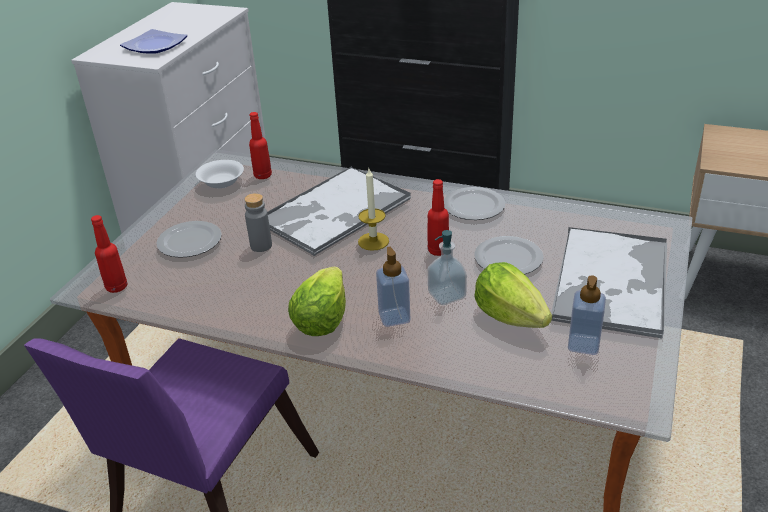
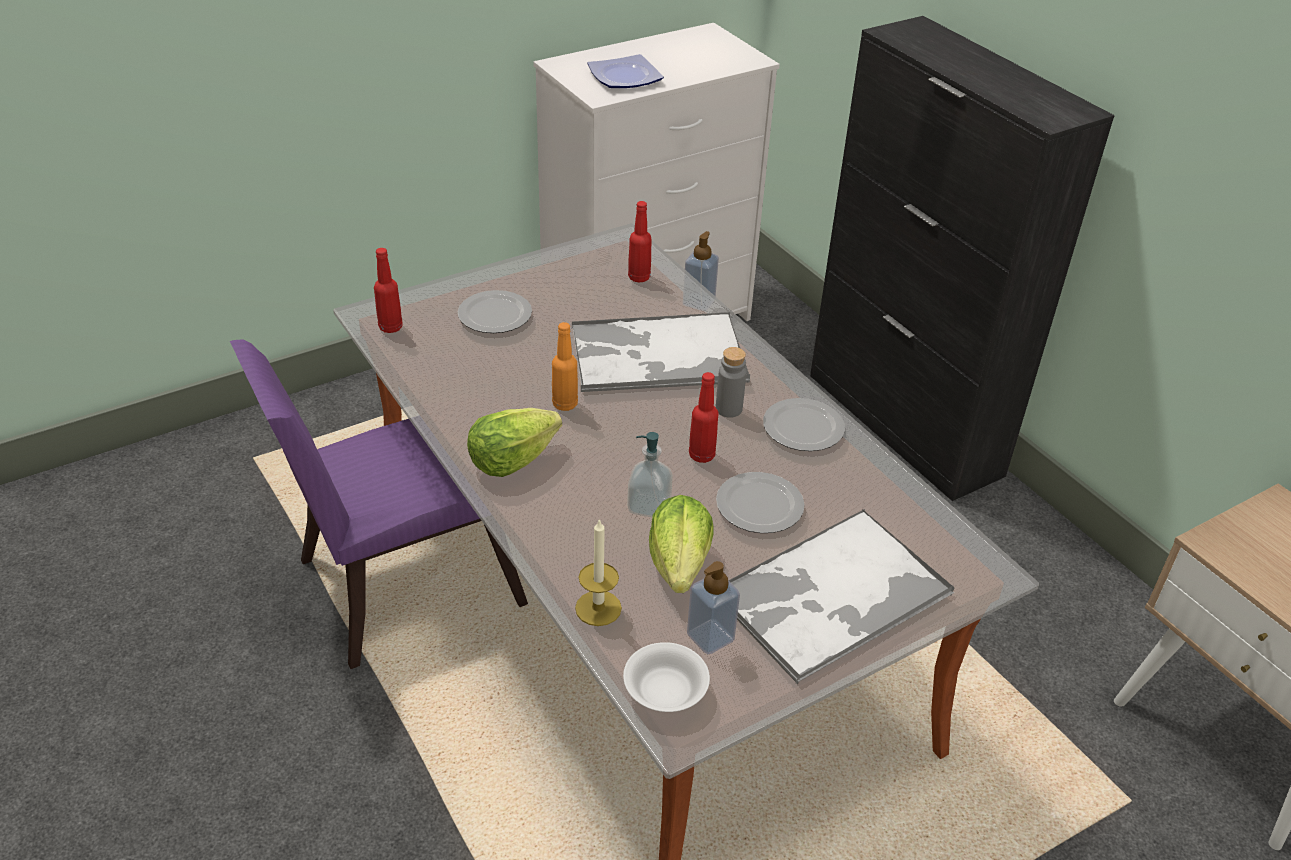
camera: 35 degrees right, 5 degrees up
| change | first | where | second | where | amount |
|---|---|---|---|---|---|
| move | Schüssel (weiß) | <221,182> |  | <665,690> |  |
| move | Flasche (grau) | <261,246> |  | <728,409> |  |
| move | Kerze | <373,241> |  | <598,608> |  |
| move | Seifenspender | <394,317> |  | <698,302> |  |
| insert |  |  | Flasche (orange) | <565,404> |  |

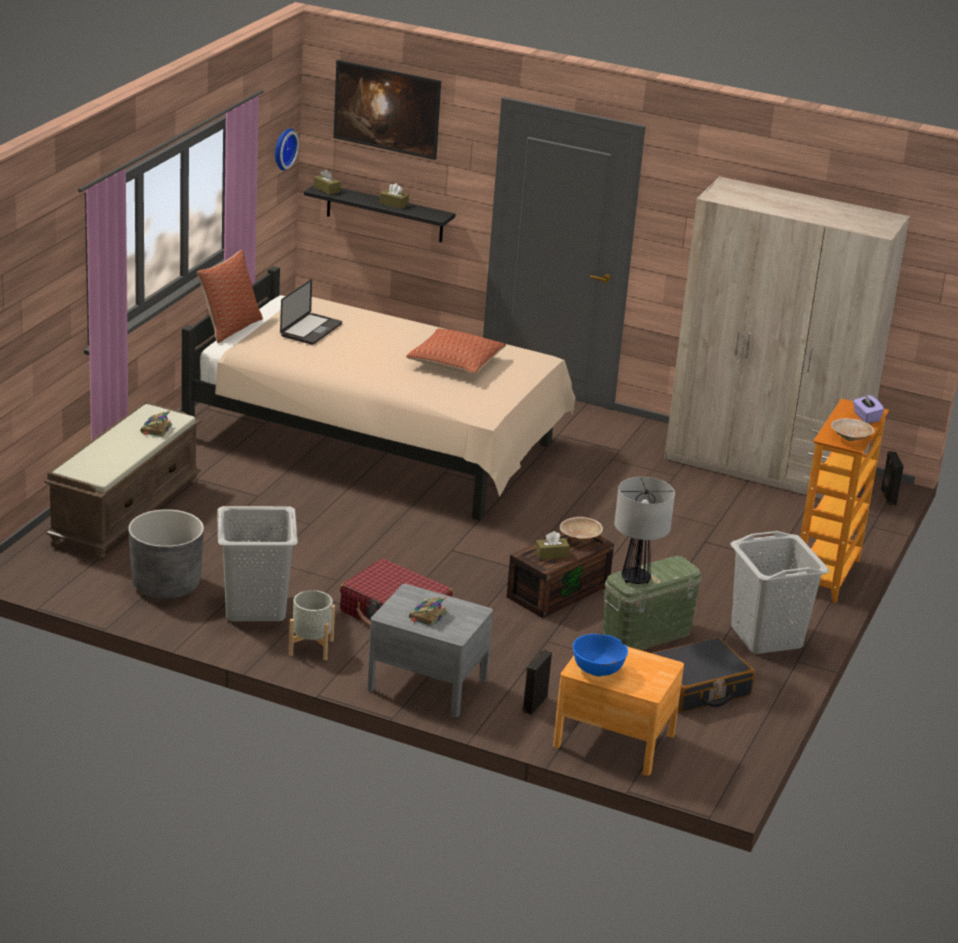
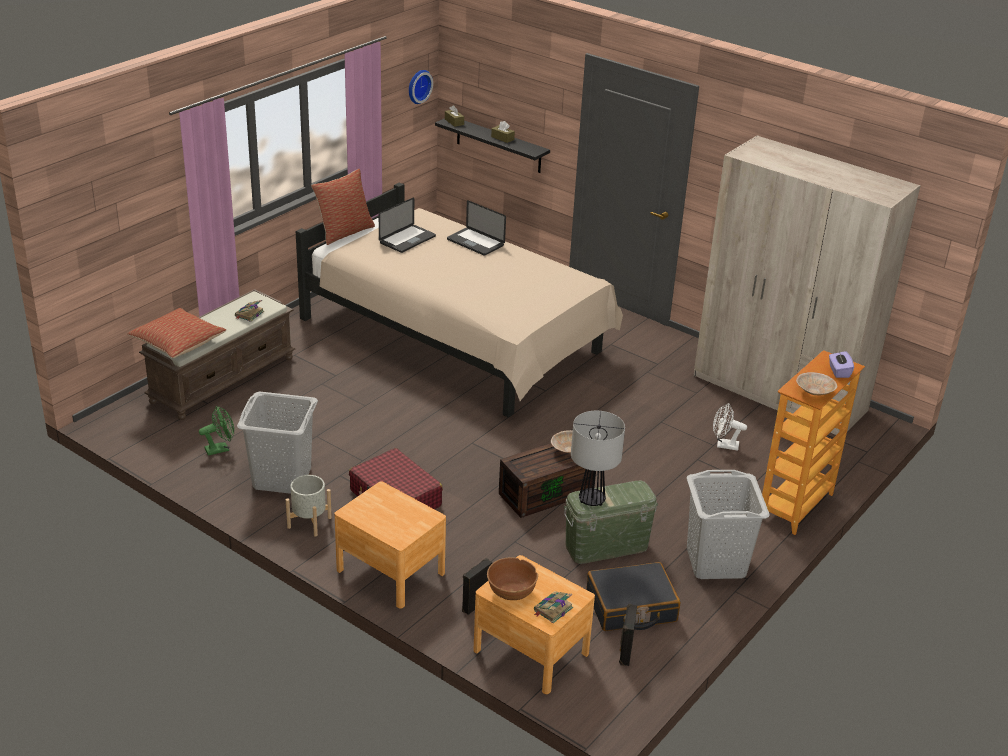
camera: 15 degrees right, 5 degrees up
| change | first | where | second | where | amount |
|---|---|---|---|---|---|
| replace | Pflanzkübel (grau) | <166,585> | Ventilator (grün) | <220,449> |  |
| delete | Bild | <386,128> |  |  |  |
| recolor | Nachttisch (grau) | <427,684> | Nachttisch (braun) | <390,571> |  |
| move | Kissen | <455,363> |  | <178,342> |  |
| move | Buch | <427,616> |  | <552,610> |  |
| delete | Taschentuchbox (braun) | <551,554> |  |  |  |
| recolor | Schüssel (blau) | <597,669> | Schüssel (braun) | <511,591> |  |
| move | Lautsprecher (schwarz) | <887,497> |  | <625,653> |  |
| insert |  |  | Laptop | <475,242> |  |
| insert |  |  | Ventilator (weiß) | <723,445> |  |

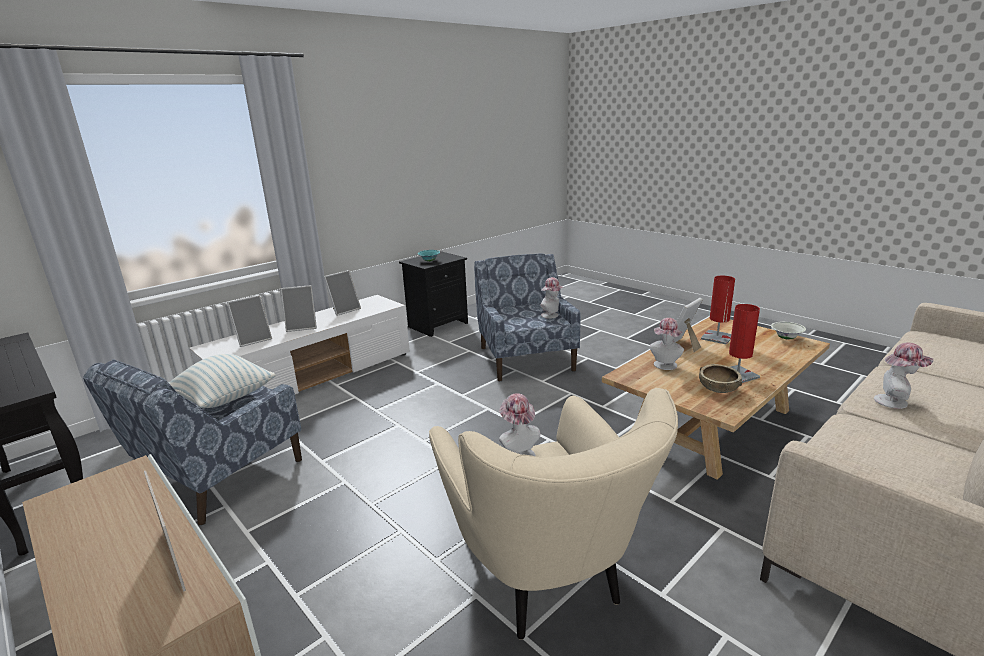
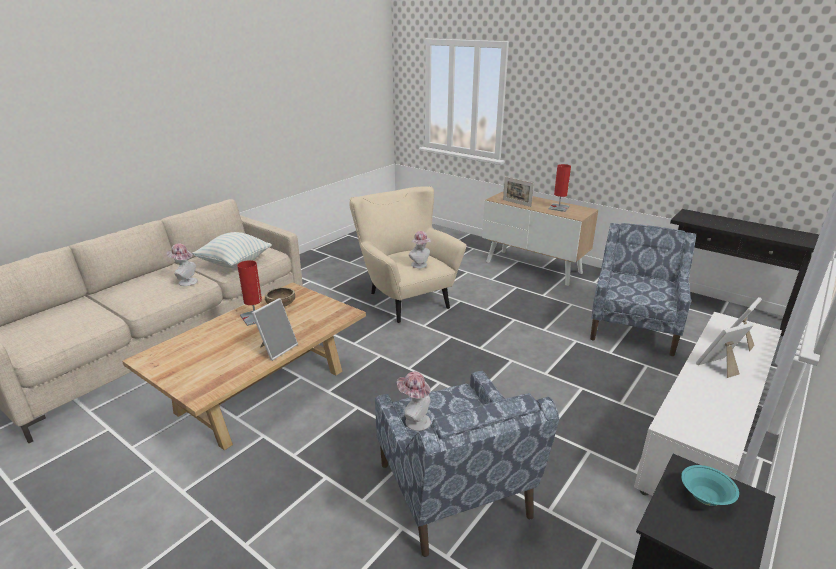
camera: 170 degrees right, 5 degrees up
| change | first | where | second | where | amount |
|---|---|---|---|---|---|
| move | Kissen | <225,399> |  | <235,263> |  |
| delete | Bilderrahmen | <344,310> |  |  |  |
| delete | Hut | <665,366> |  |  |  |
| move | Tischlampe (rot) | <717,337> |  | <559,208> |  |
| delete | Schüssel (weiß) | <786,338> |  |  |  |

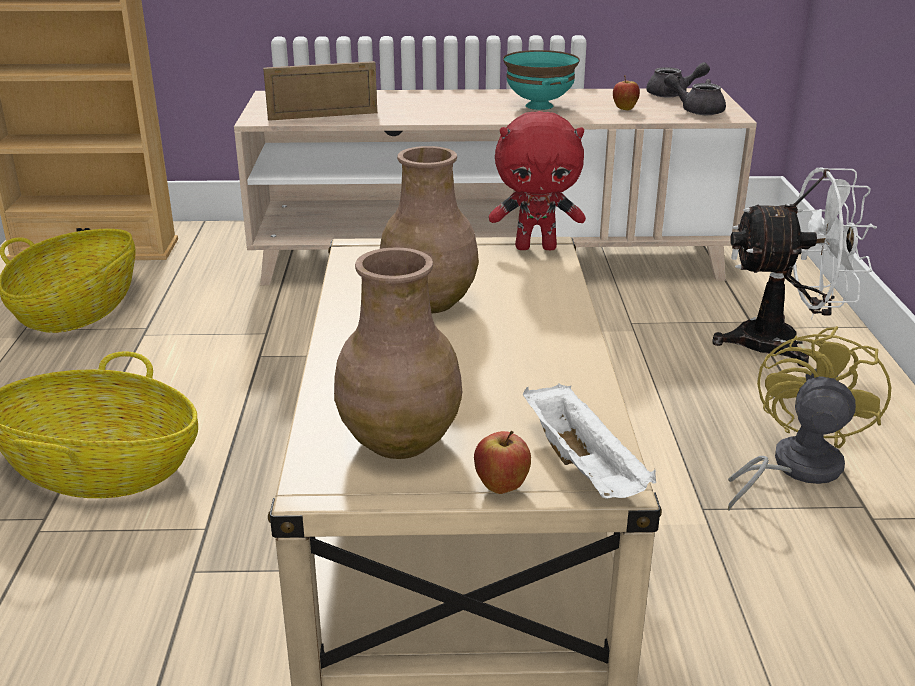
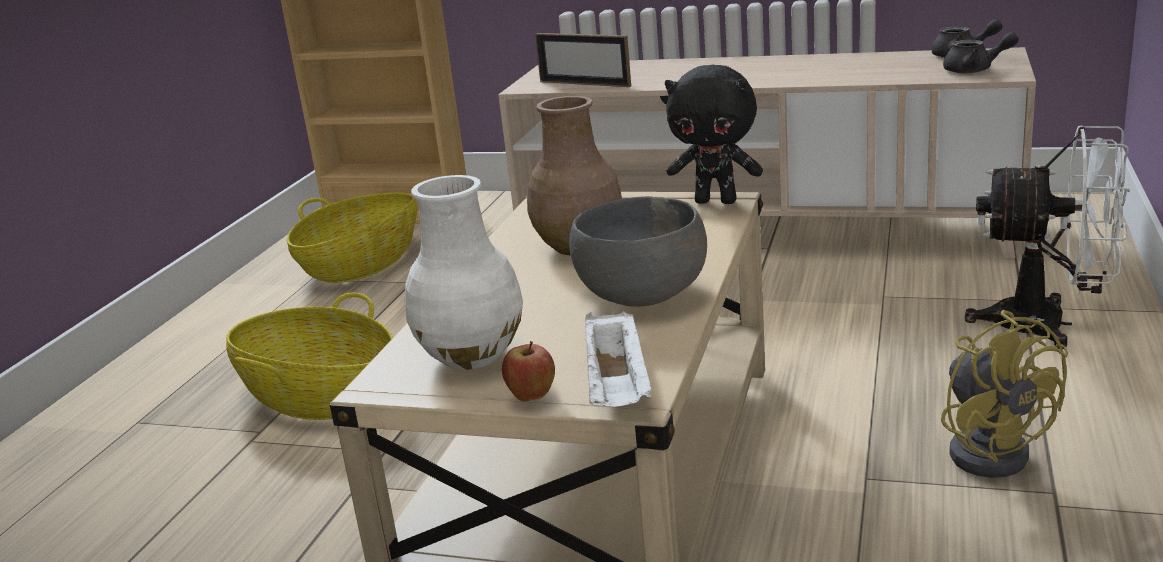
camera: 20 degrees right, 5 degrees down
| change | first | where | second | where | amount |
|---|---|---|---|---|---|
| rotate | Bilderrahmen | <323,116> |  | <584,84> | 150 degrees counterclockwise |
| recolor | Vase (braun) | <400,440> | Vase (weiß) | <472,355> |  |
| recolor | Plüschtier (rot) | <536,247> | Plüschtier (schwarz) | <716,201> |  |
| delete | Schüssel (türkis) | <540,106> |  |  |  |
| delete | Apfel | <624,109> |  |  |  |
| rotate | Teekanne (grau) | <696,110> |  | <975,70> | 150 degrees clockwise |
| rotate | Ventilator (gelb) | <794,468> |  | <991,449> | 120 degrees clockwise |
| insert |  |  | Schüssel (grau) | <643,293> |  |

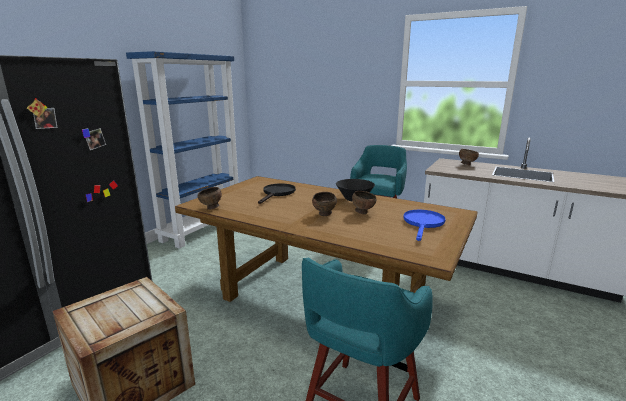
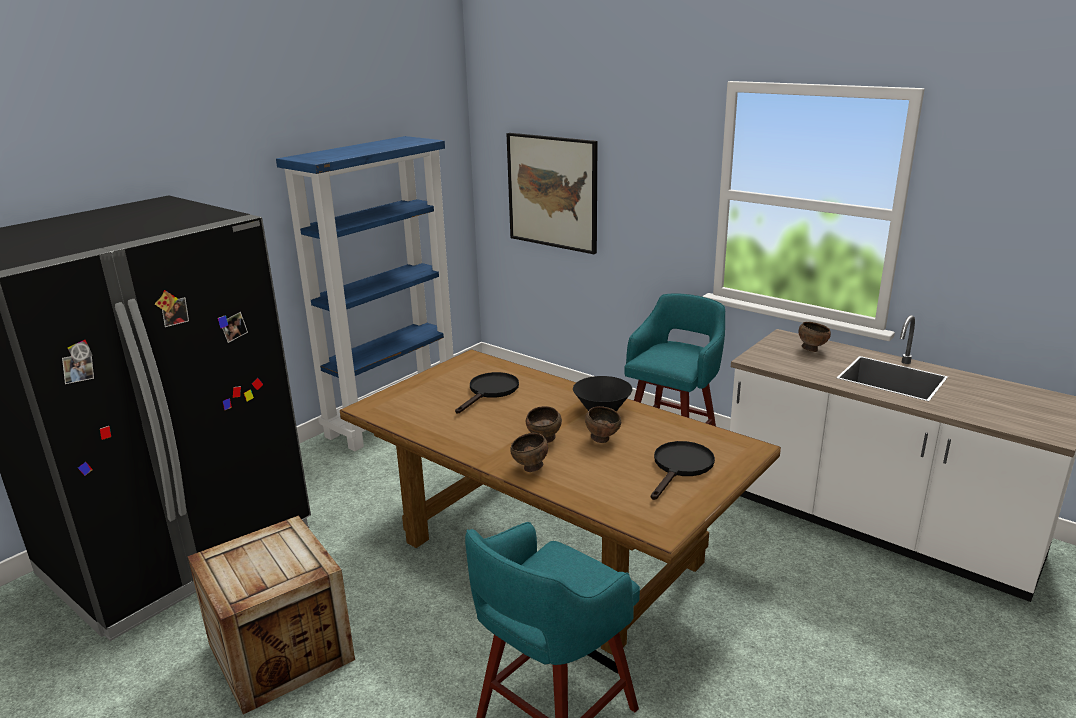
camera: 10 degrees right, 5 degrees up
| change | first | where | second | where | amount |
|---|---|---|---|---|---|
| move | Schüssel (braun) | <211,208> |  | <530,468> |  |
| recolor | Pfanne (blau) | <423,224> | Pfanne (schwarz) | <680,467> |  |
| insert |  |  | Bild | <552,192> |  |

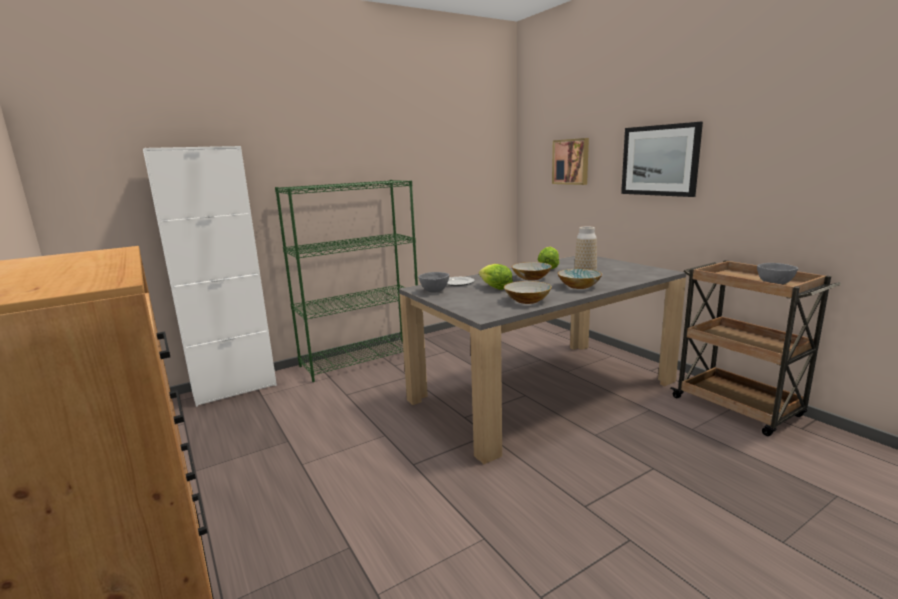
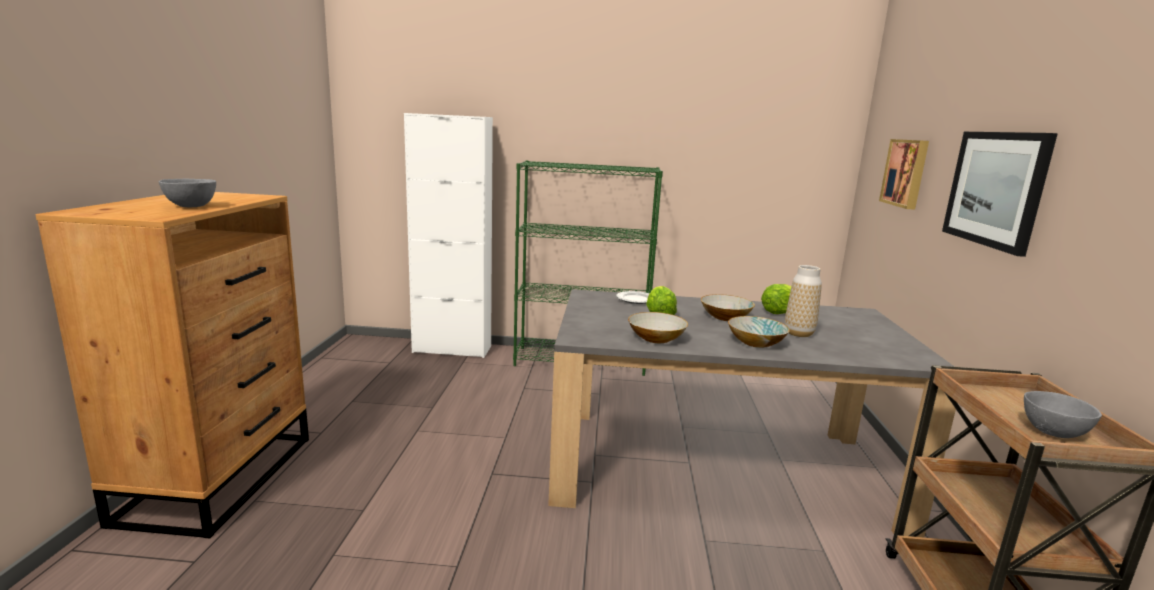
camera: 35 degrees right, 0 degrees up
| change | first | where | second | where | amount |
|---|---|---|---|---|---|
| move | Schüssel (grau) | <434,291> |  | <190,206> |  |

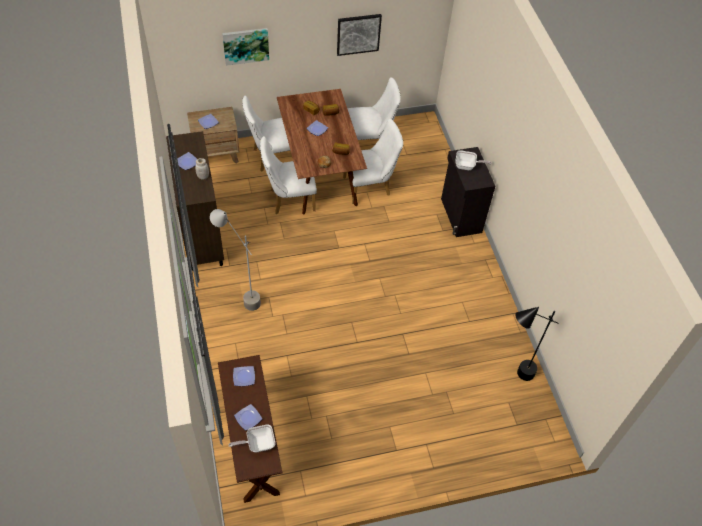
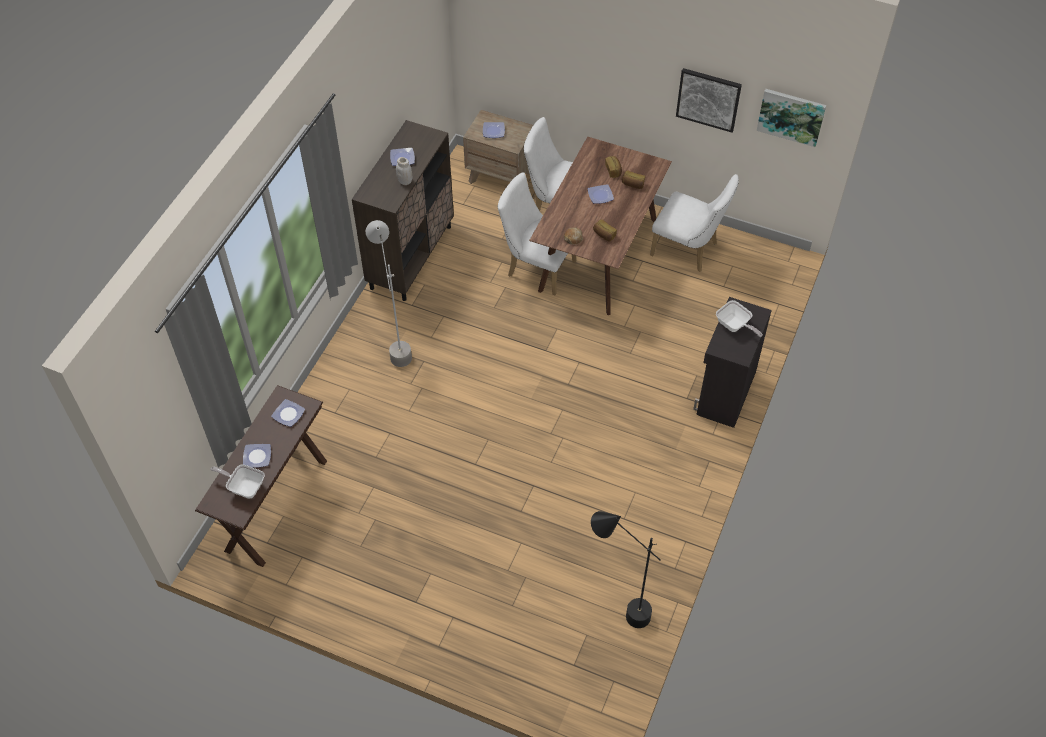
camera: 40 degrees right, 0 degrees up
| change | first | where | second | where | amount |
|---|---|---|---|---|---|
| move | Bild | <246,45> |  | <791,116> |  |
| delete | Stuhl (weiß) | <370,187> |  |  |  |

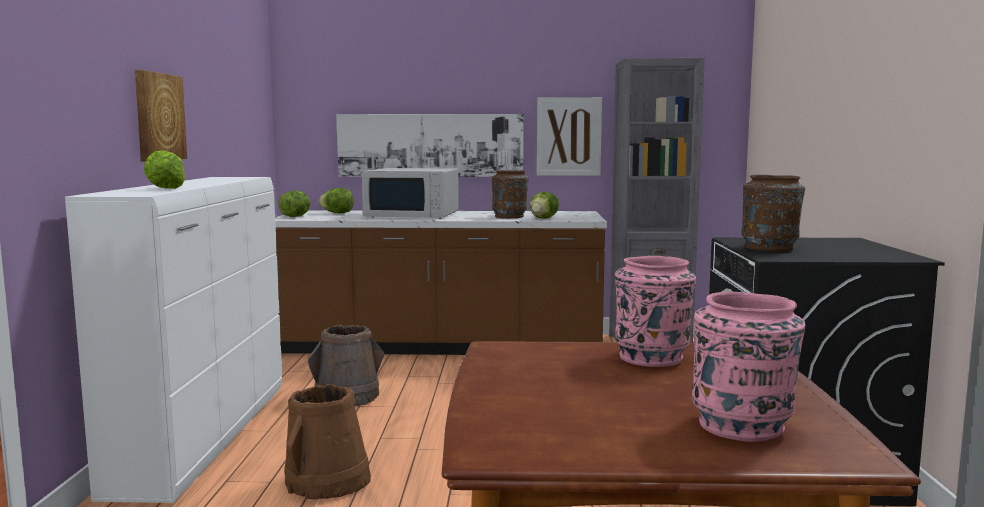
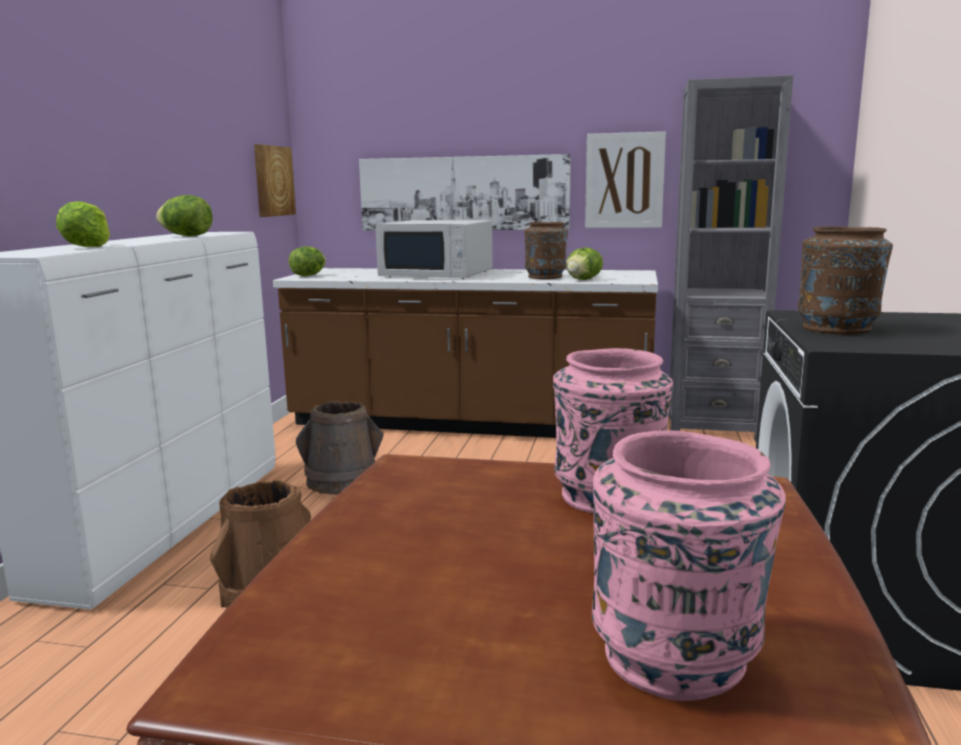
camera: 10 degrees right, 5 degrees up
| change | first | where | second | where | amount |
|---|---|---|---|---|---|
| move | Bild | <158,117> |  | <273,181> |  |
| move | Salatkopf | <337,213> |  | <187,236> |  |

